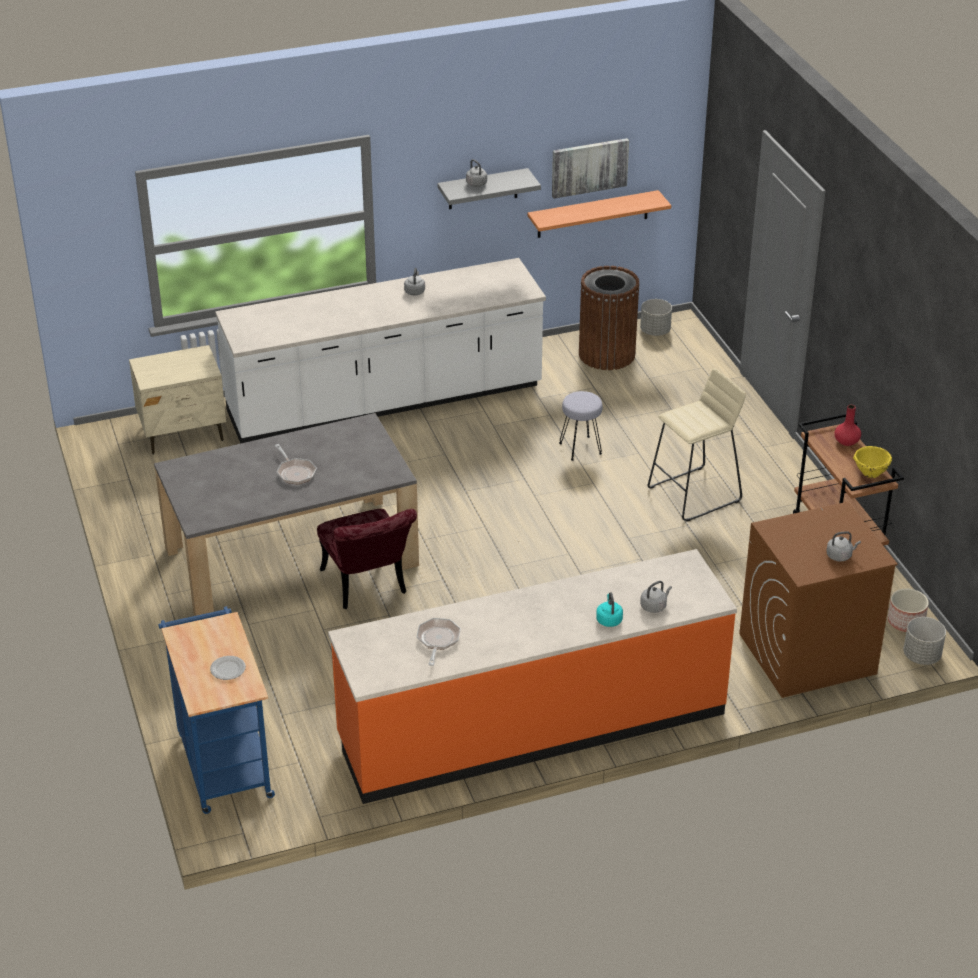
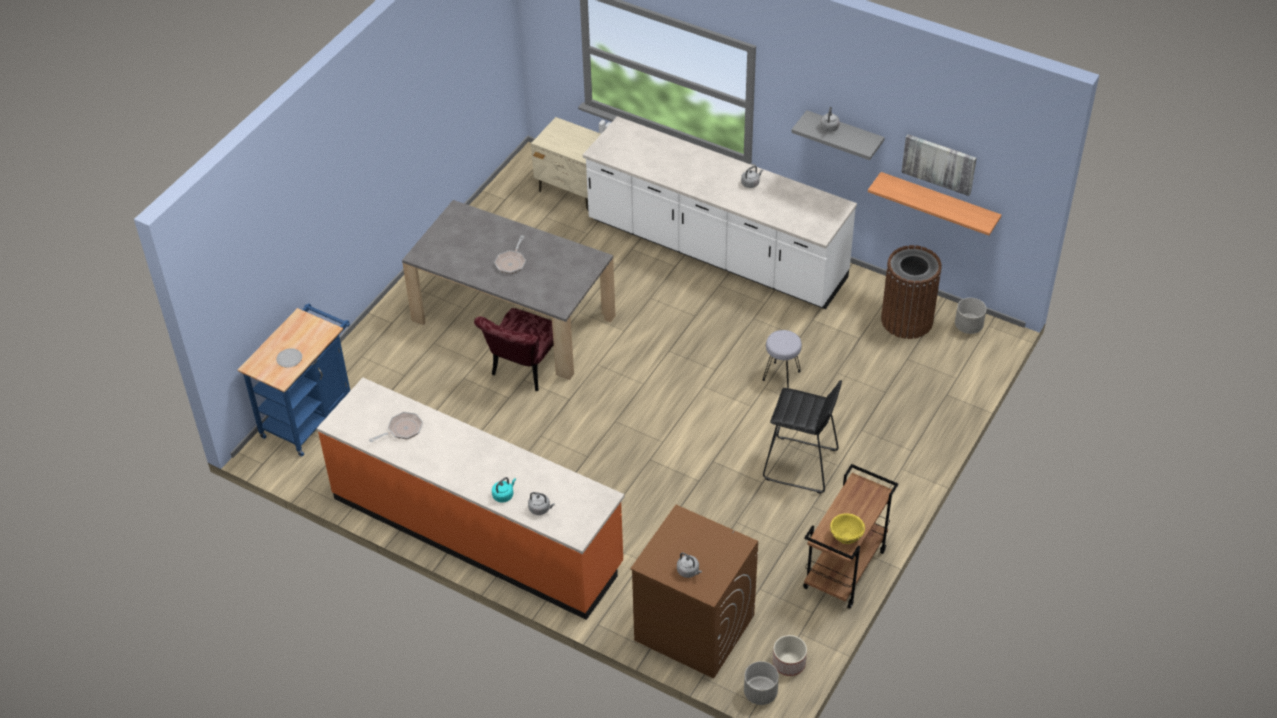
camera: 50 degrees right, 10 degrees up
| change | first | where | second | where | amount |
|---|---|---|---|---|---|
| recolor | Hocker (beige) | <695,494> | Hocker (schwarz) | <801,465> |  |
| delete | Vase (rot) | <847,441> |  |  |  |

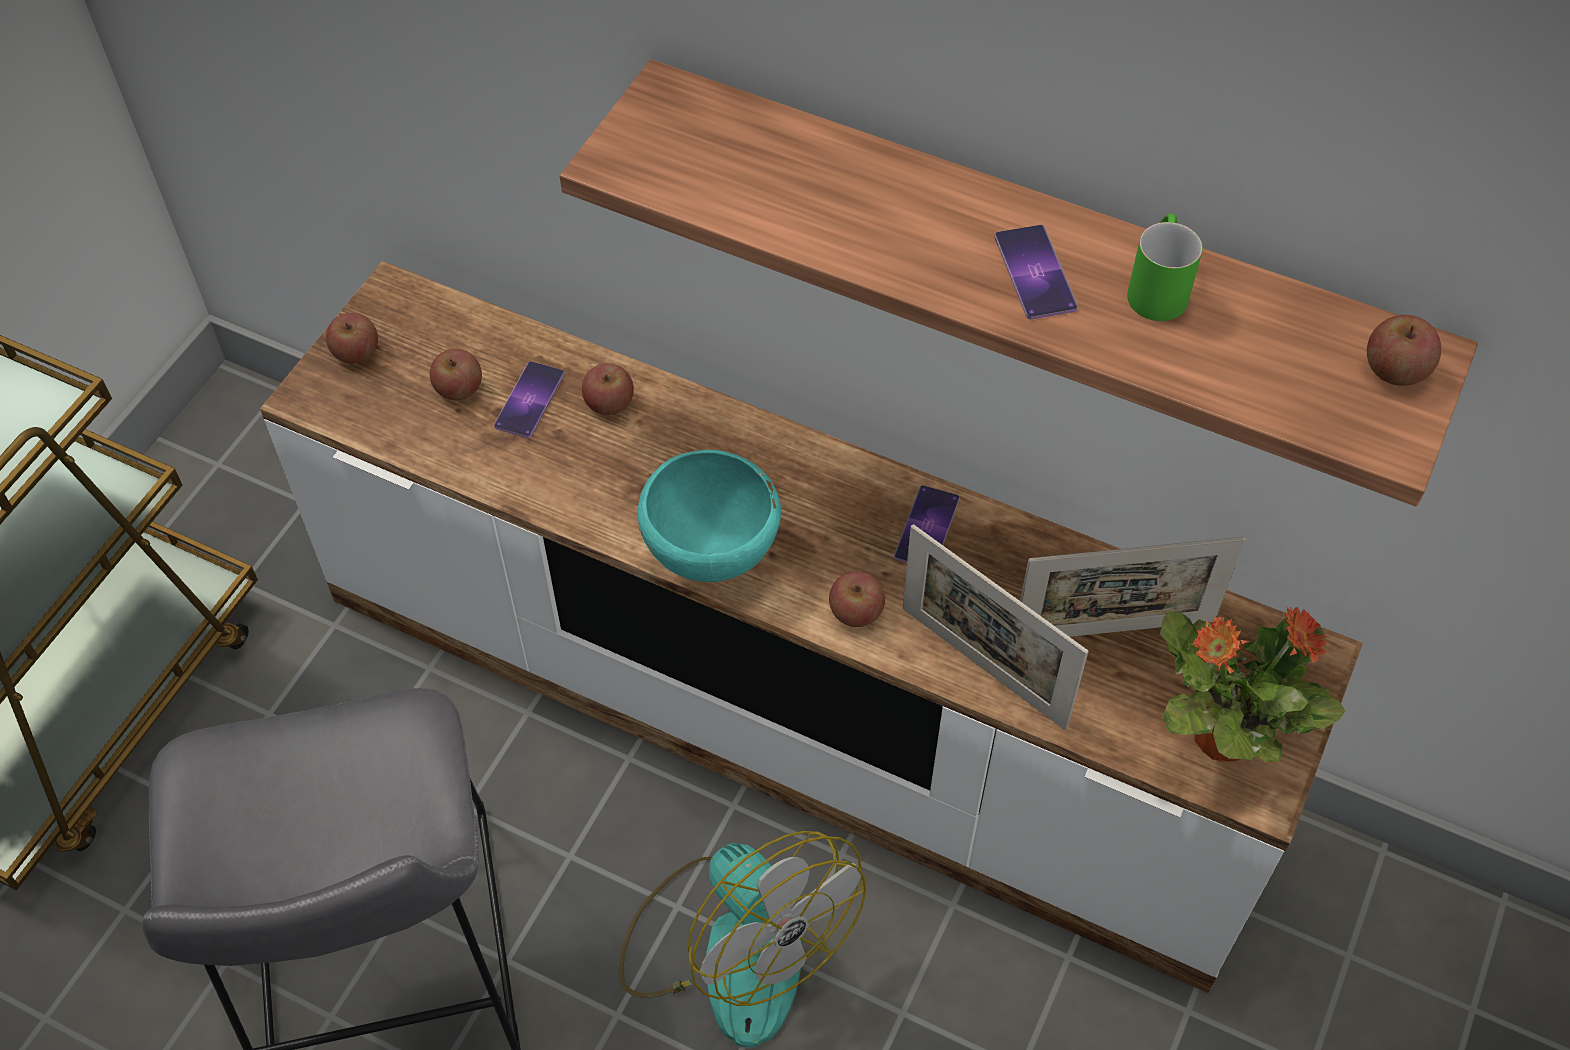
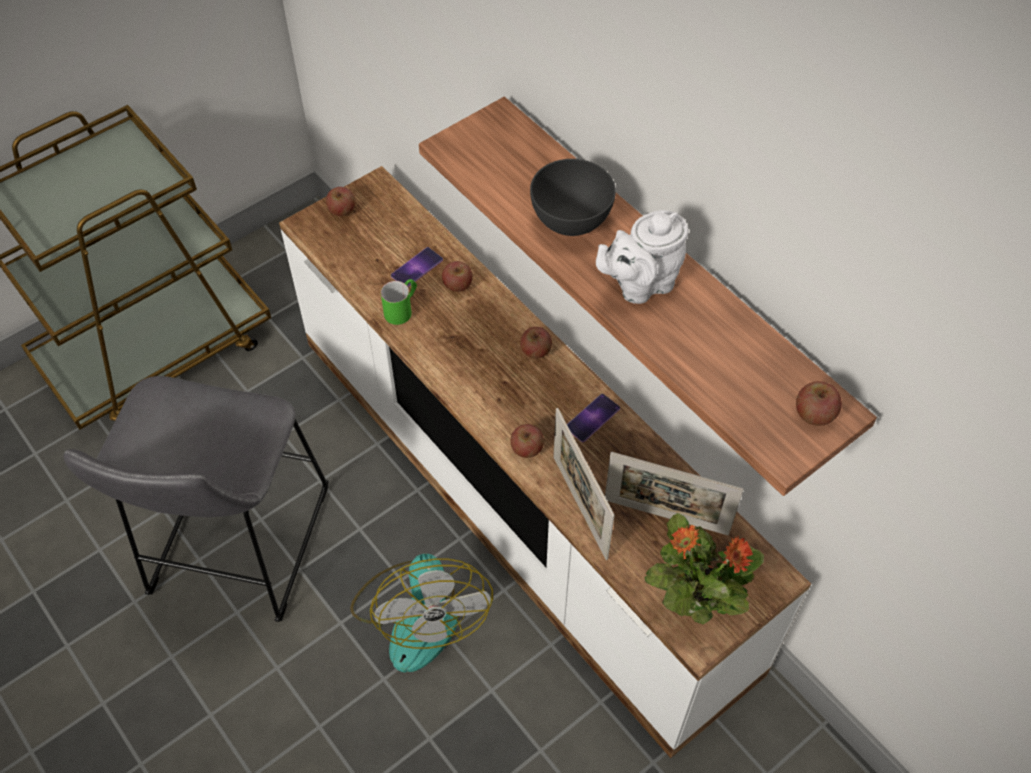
camera: 25 degrees right, 0 degrees up
| change | first | where | second | where | amount |
|---|---|---|---|---|---|
| move | Apfel | <459,388> |  | <535,350> |  |
| delete | Schüssel (türkis) | <713,555> |  |  |  |
| replace | Handy | <1035,272> | Teekanne (weiß) | <640,284> |  |
| move | Henkelbecher (grün) | <1158,286> |  | <402,309> |  |
| insert |  |  | Schüssel (grau) | <571,221> |  |

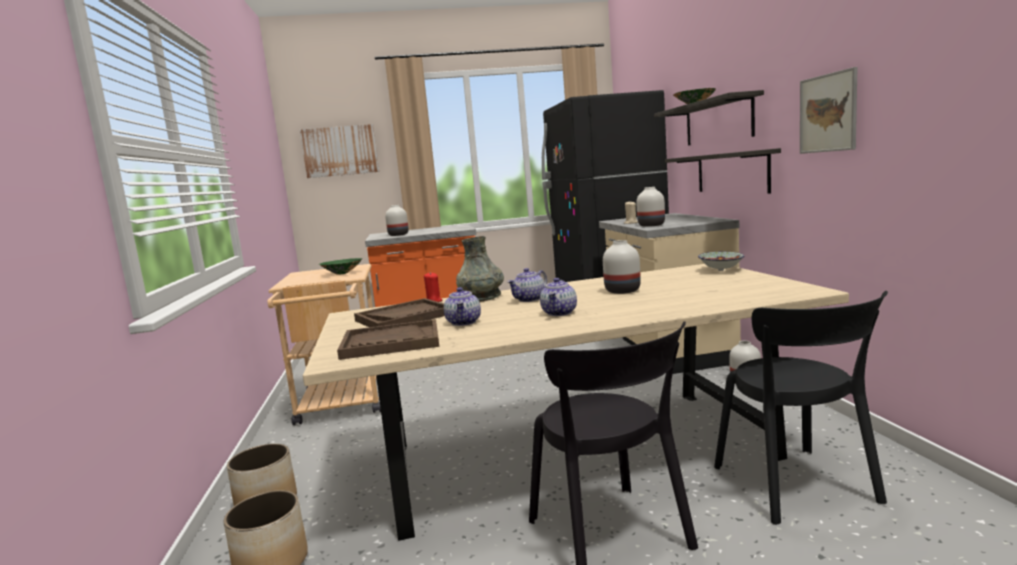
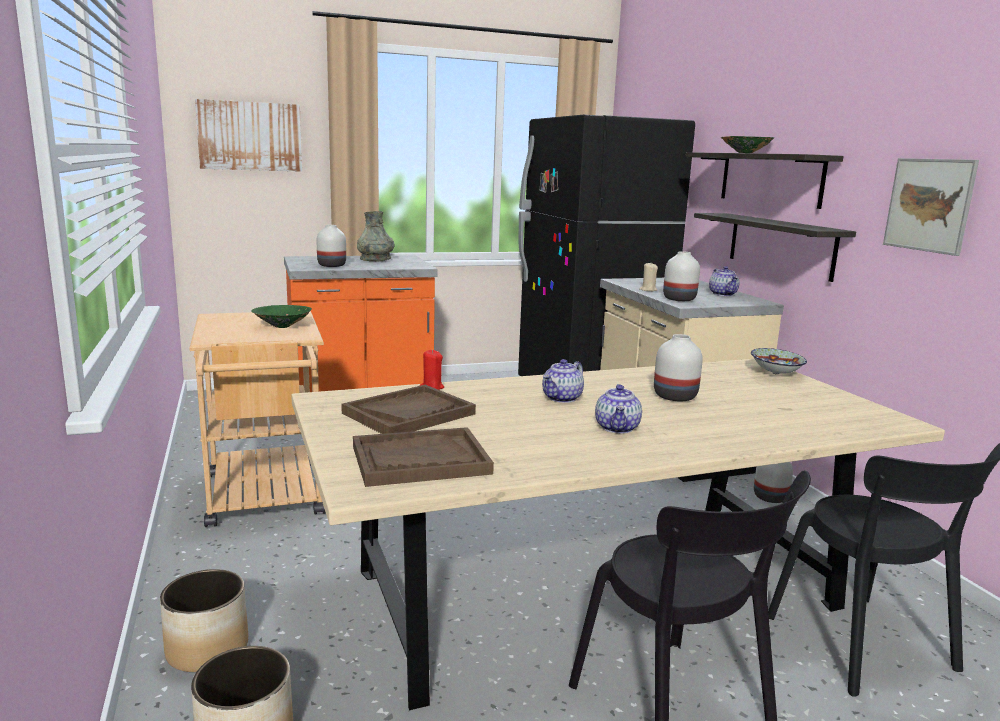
camera: 10 degrees left, 5 degrees up
| change | first | where | second | where | amount |
|---|---|---|---|---|---|
| move | Teekanne | <464,322> |  | <723,294> |  |
| move | Vase (grau) | <481,297> |  | <375,259> |  |

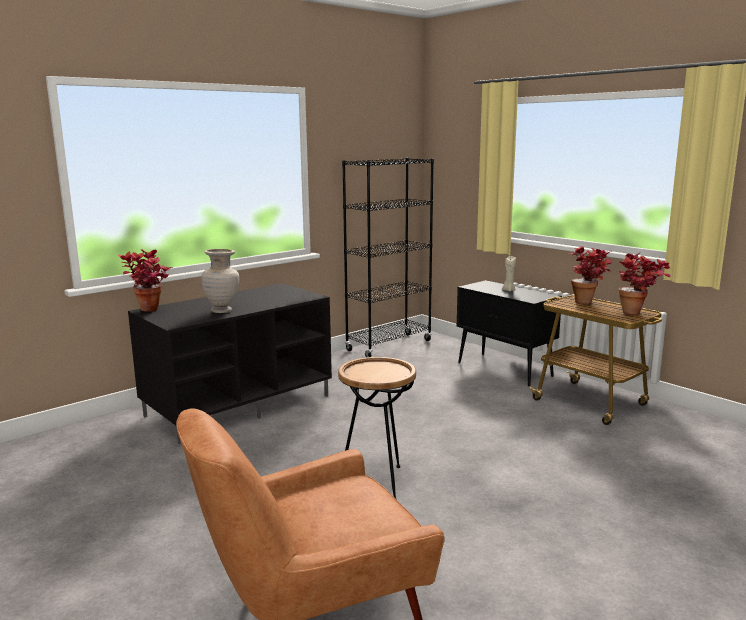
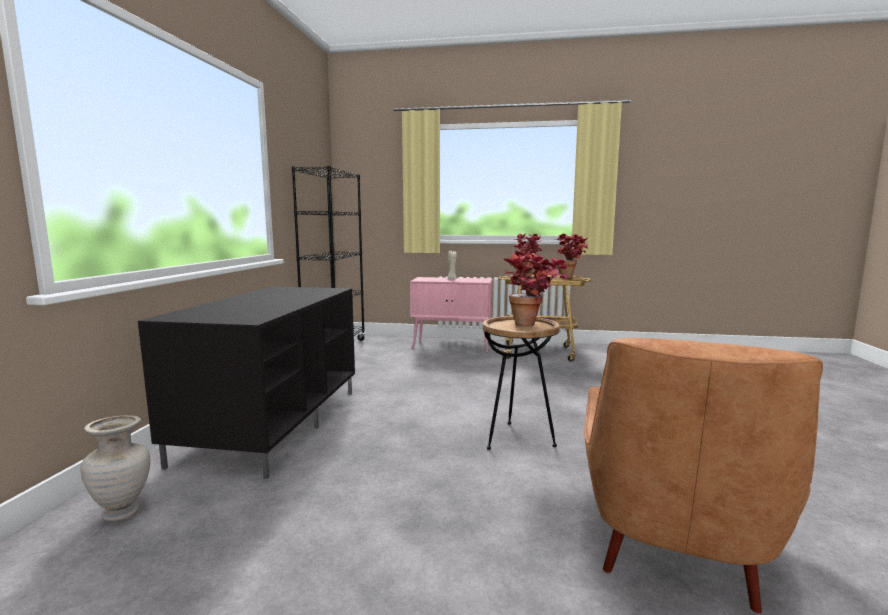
camera: 40 degrees left, 5 degrees down
| change | first | where | second | where | amount |
|---|---|---|---|---|---|
| move | Topfpflanze | <150,311> |  | <532,325> |  |
| move | Vase (beige) | <222,311> |  | <123,512> |  |
| recolor | Schrank (schwarz) | <505,369> | Schrank (rosa) | <452,346> |  |

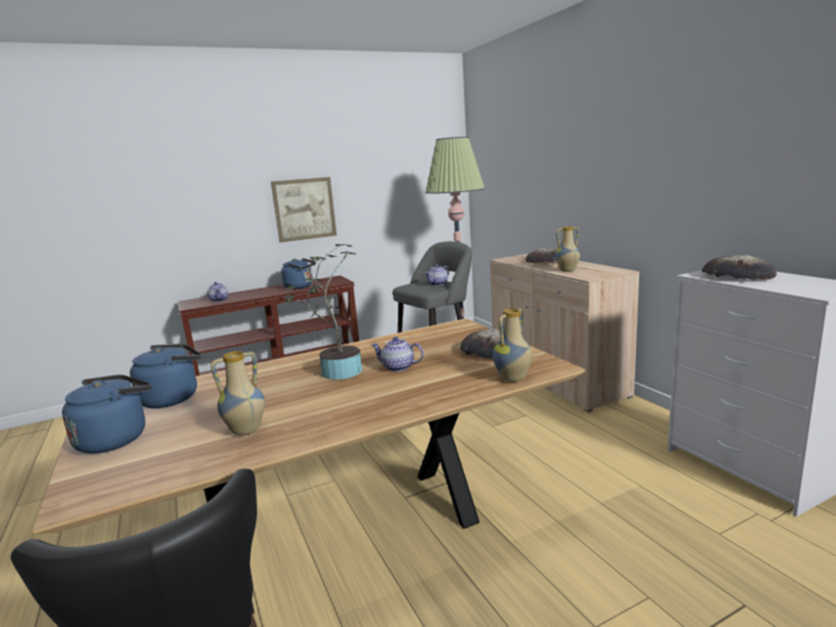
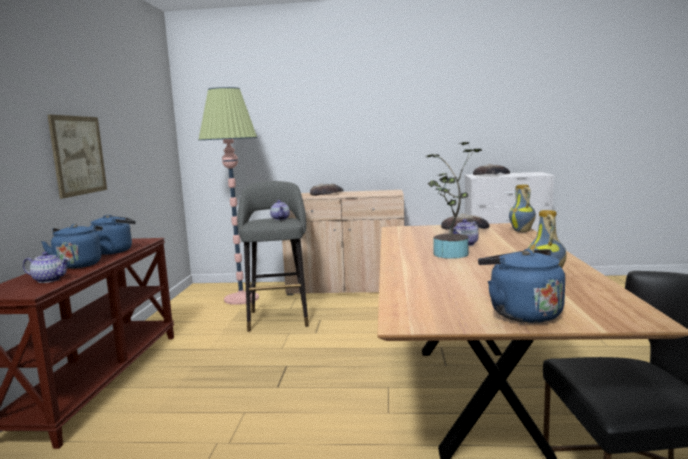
camera: 60 degrees left, 5 degrees down
| change | first | where | second | where | amount |
|---|---|---|---|---|---|
| move | Wasserkessel (blau) | <173,398> |  | <79,264> |  |
| delete | Vase | <567,271> |  |  |  |

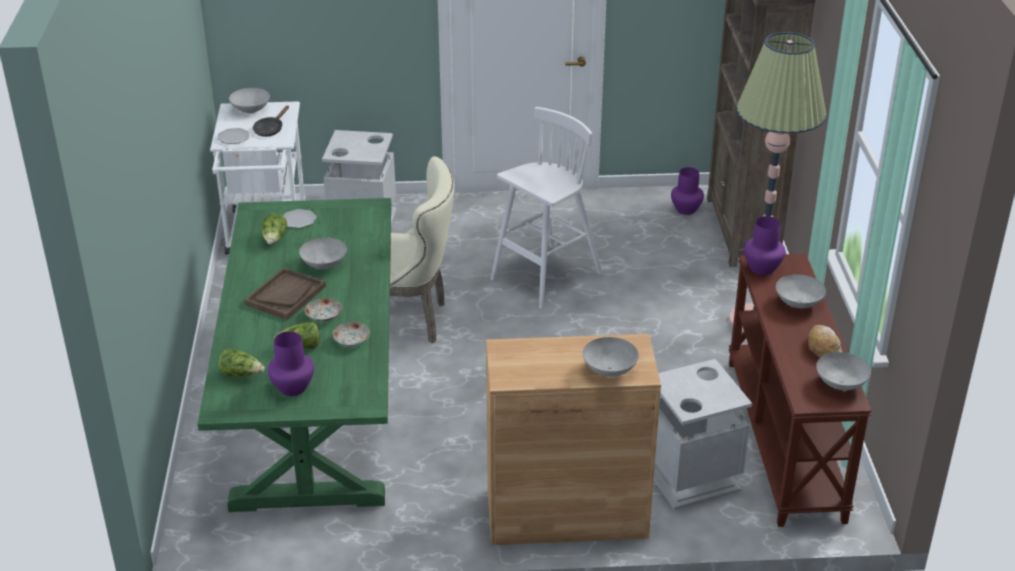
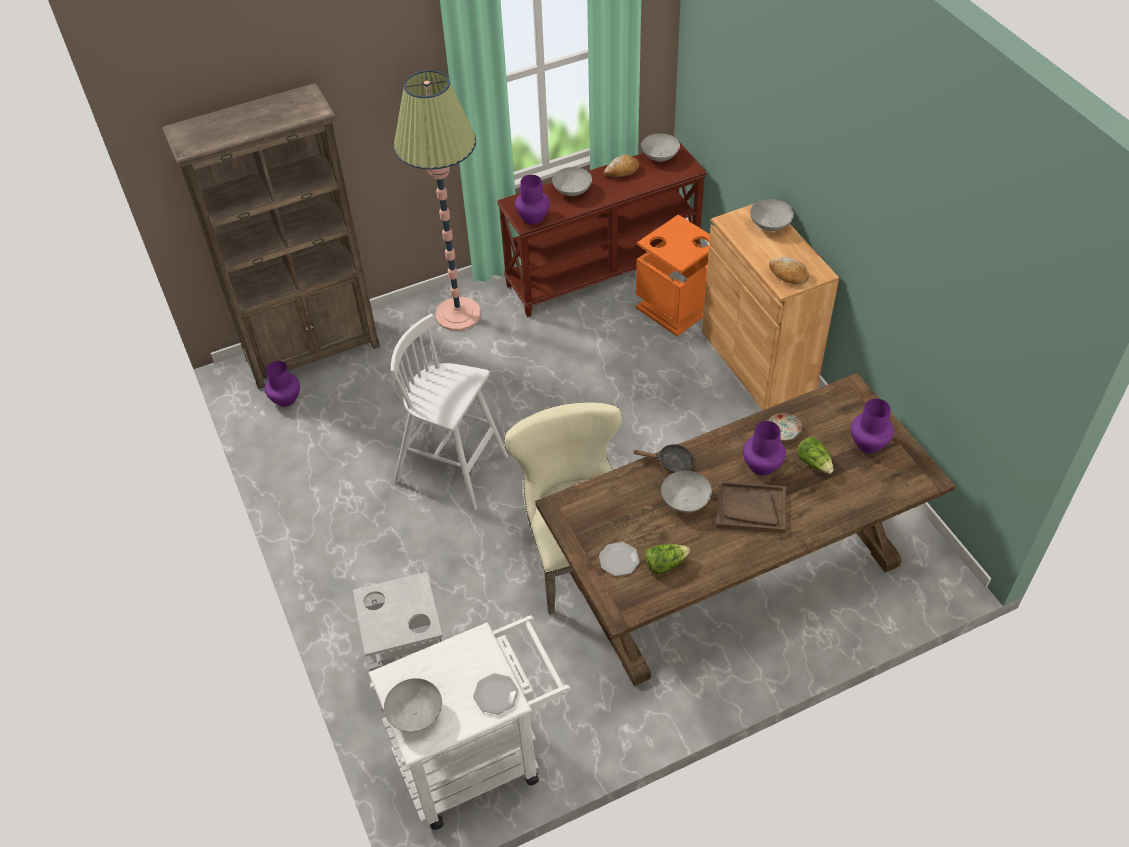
camera: 110 degrees left, 15 degrees up
| change | first | where | second | where | amount |
|---|---|---|---|---|---|
| recolor | Esstisch (grün) | <316,403> | Esstisch (braun) | <734,568> |  |
| delete | Salatkopf | <241,374> |  |  |  |
| move | Pfanne (schwarz) | <270,129> |  | <671,462> |  |
| replace | Teller | <324,316> | Vase (lila) | <762,466> |  |
| recolor | Mülleimer (grau) | <690,477> | Mülleimer (orange) | <676,307> |  |
| insert |  |  | Brot | <788,275> |  |

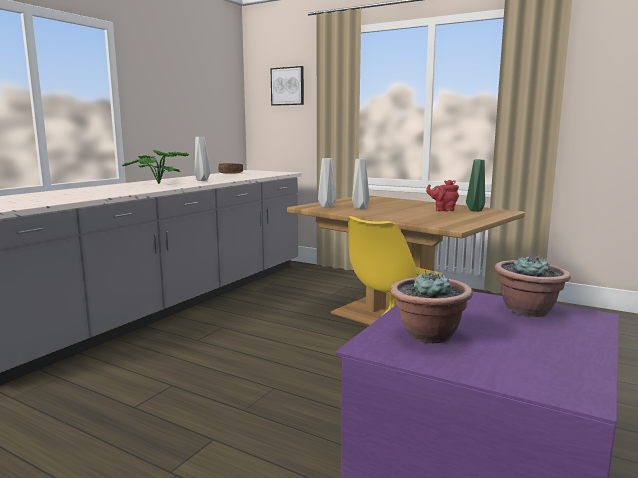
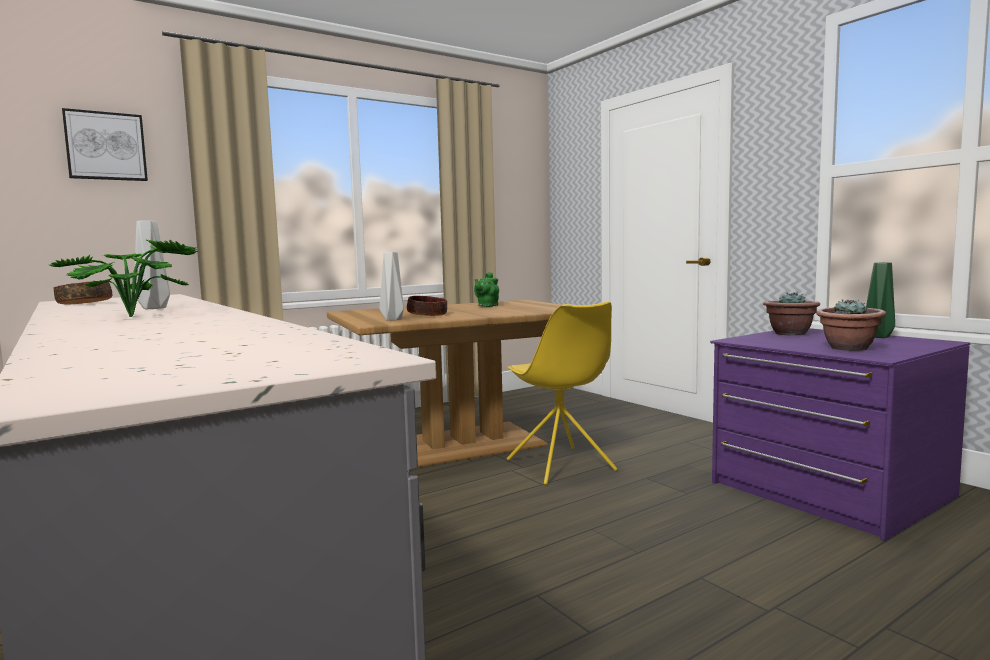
camera: 65 degrees left, 5 degrees down
| change | first | where | second | where | amount |
|---|---|---|---|---|---|
| replace | Vase (grau) | <360,208> | Schüssel | <427,315> |  |
| recolor | Teekanne (rot) | <443,210> | Teekanne (grün) | <487,306> |  |
| move | Vase (grün) | <476,210> |  | <879,337> |  |

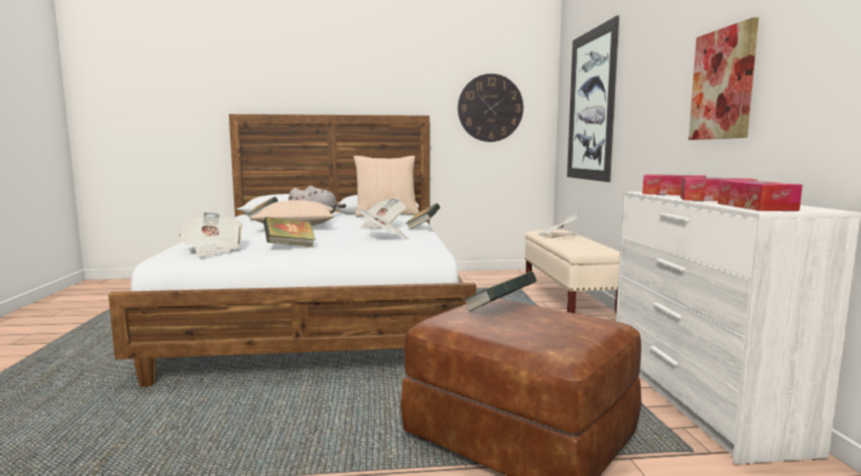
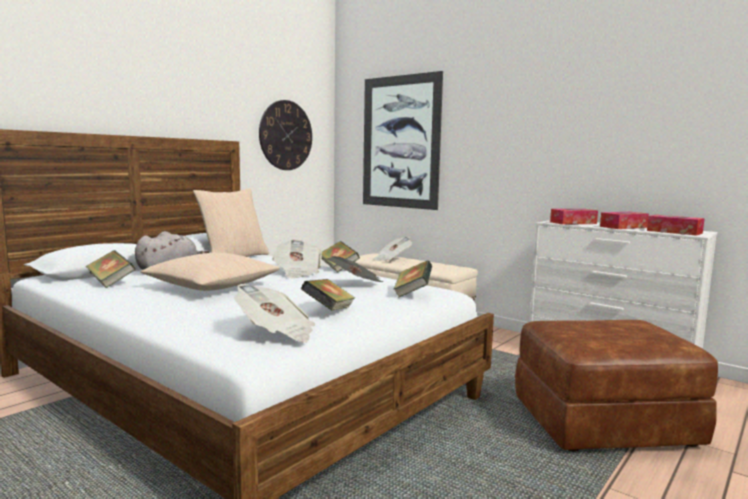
camera: 45 degrees left, 0 degrees up
| change | first | where | second | where | amount |
|---|---|---|---|---|---|
| move | Buch | <499,311> |  | <412,293> |  |
| delete | Bild | <723,84> |  |  |  |

